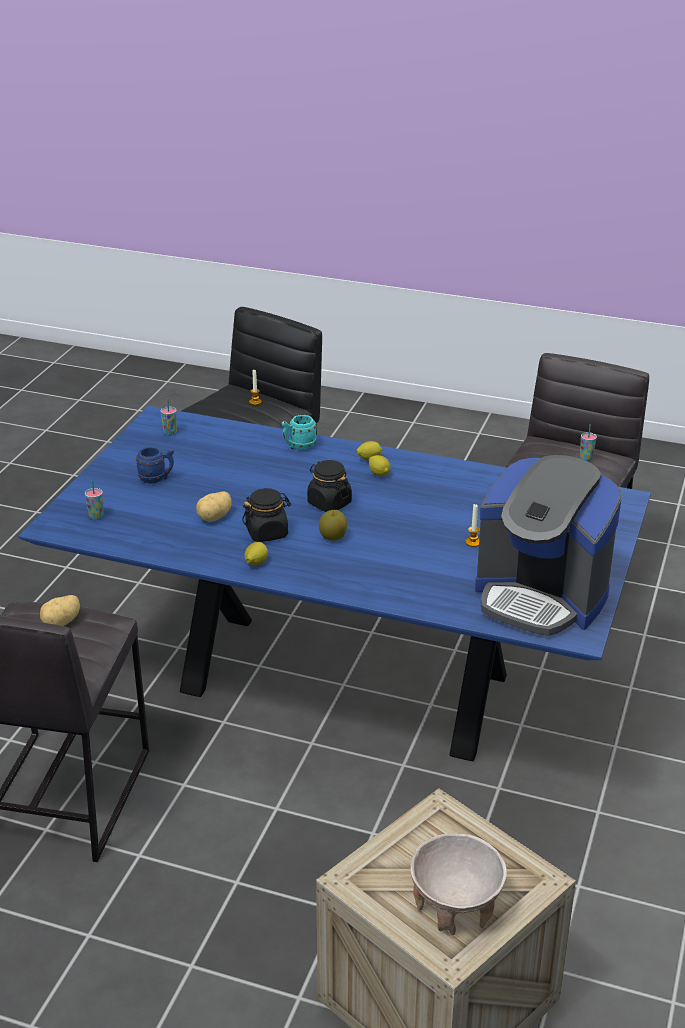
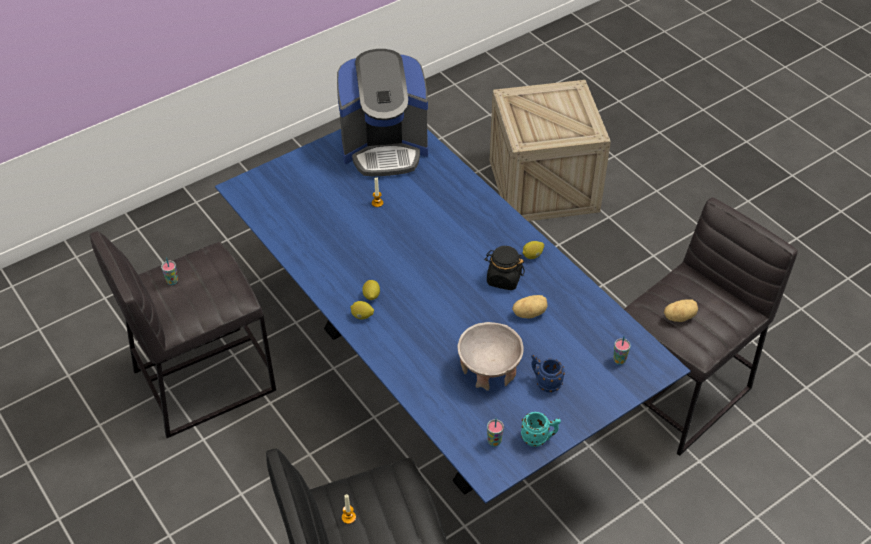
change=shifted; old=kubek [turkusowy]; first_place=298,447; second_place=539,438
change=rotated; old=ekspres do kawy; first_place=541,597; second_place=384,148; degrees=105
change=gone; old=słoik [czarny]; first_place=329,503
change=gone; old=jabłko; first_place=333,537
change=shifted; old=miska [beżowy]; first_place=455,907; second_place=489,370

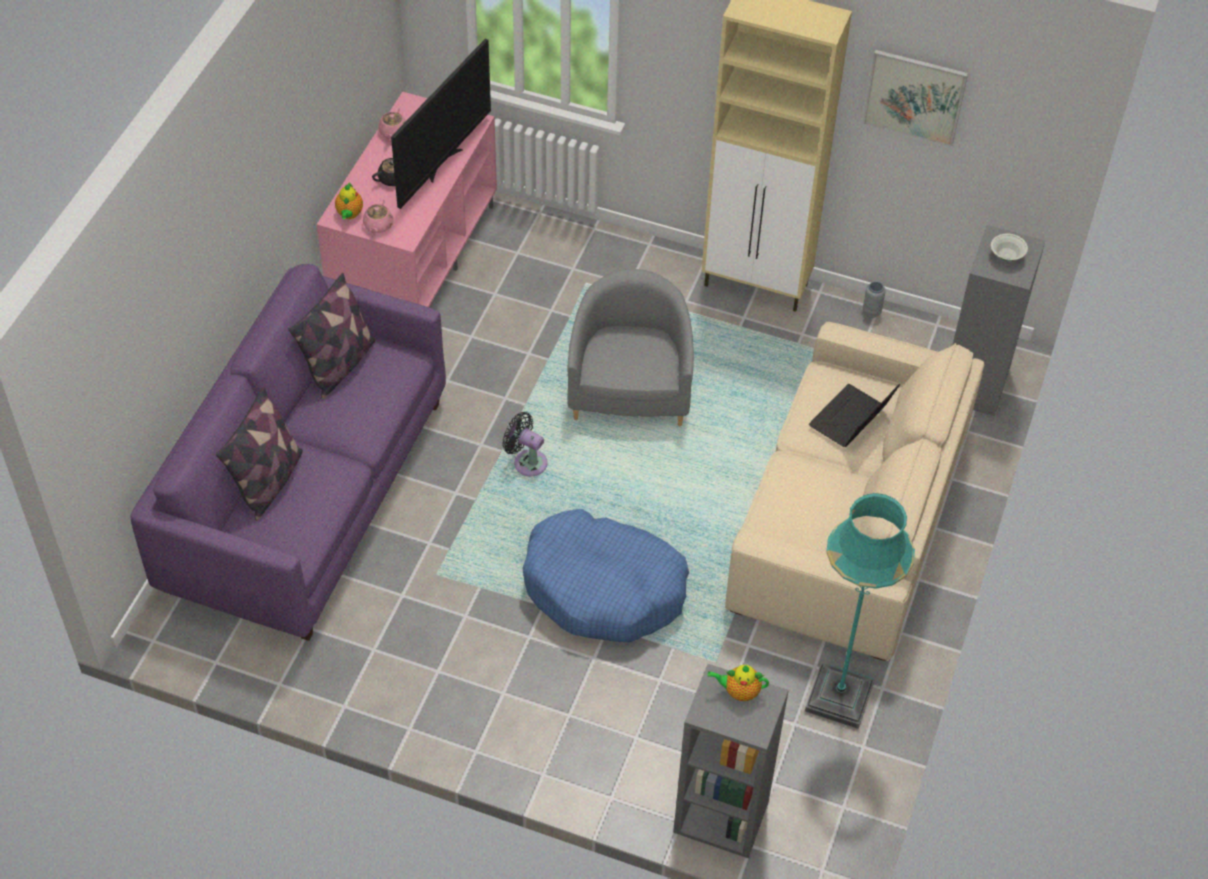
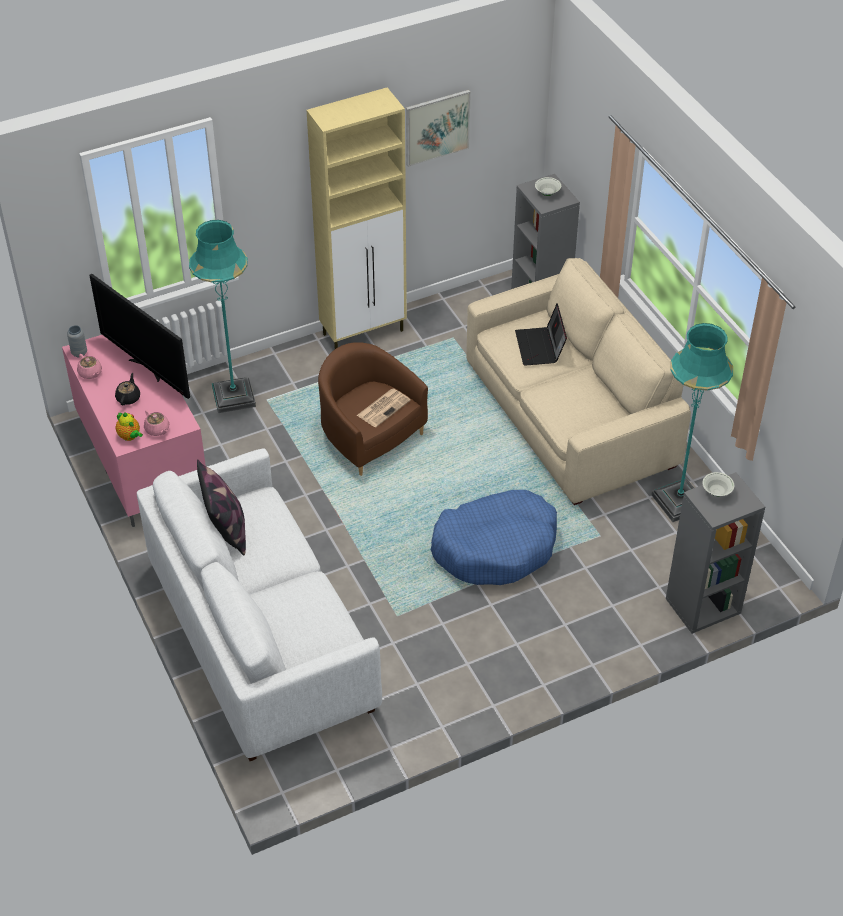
change=rotated; old=telewizor; first_place=442,163; second_place=147,369; degrees=150
change=repainted; old=kanapa [fioletowy]; new=kanapa [biały]; first_place=306,494; second_place=261,637
change=repainted; old=fotel [szary]; new=fotel [brązowy]; first_place=630,389; second_place=369,436
change=shifted; old=wazon [szary]; first_place=871,312; second_place=79,353
change=gone; old=poduszka; first_place=268,481
change=gone; old=wentylator [czarny]; first_place=527,461
change=swapped; old=imbryk; new=miska [biały]; first_place=739,691; second_place=716,492
change=new; new=lampa stojąca [turkusowy]; second_place=234,397
change=new; new=gazeta; second_place=384,407

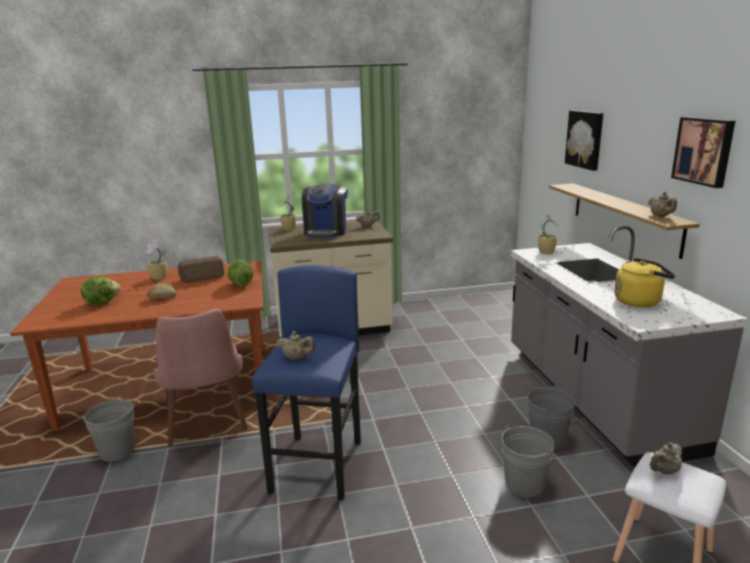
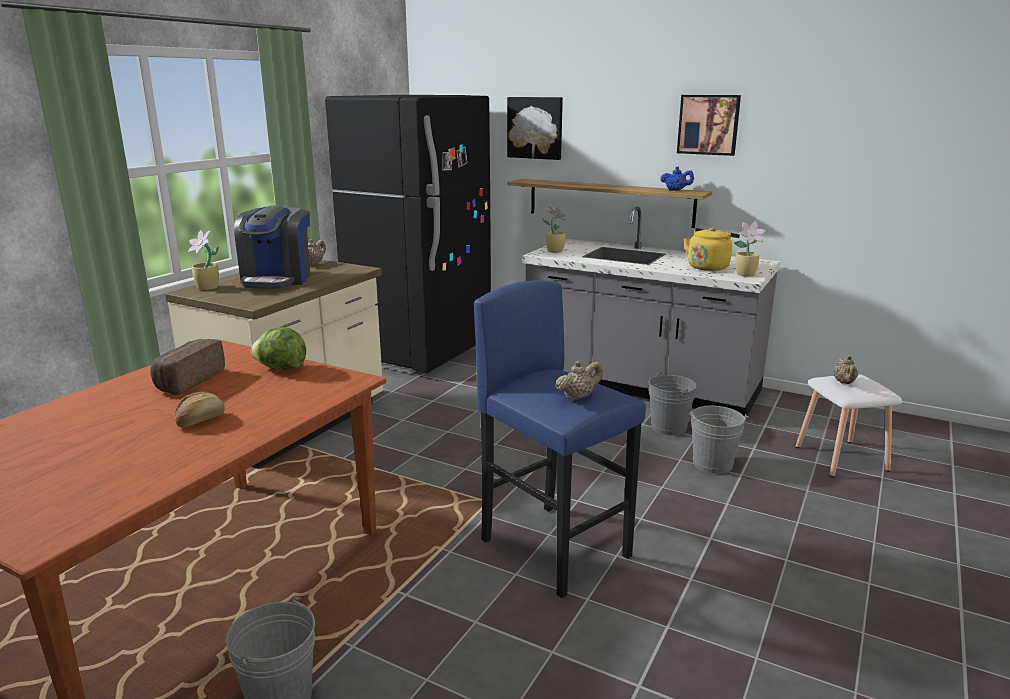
change=rotated; old=ekspres do kawy; first_place=326,232; second_place=277,279; degrees=45
change=repainted; old=imbryk [beżowy]; new=imbryk [niebieski]; first_place=661,216; second_place=676,190
change=shifted; old=roślina doniczkowa; first_place=159,278; second_place=746,274
change=gone; old=sałata; first_place=102,302
change=gone; old=krzesło [różowy]; first_place=208,425
change=new; new=lodówka [czarny]; second_place=421,351

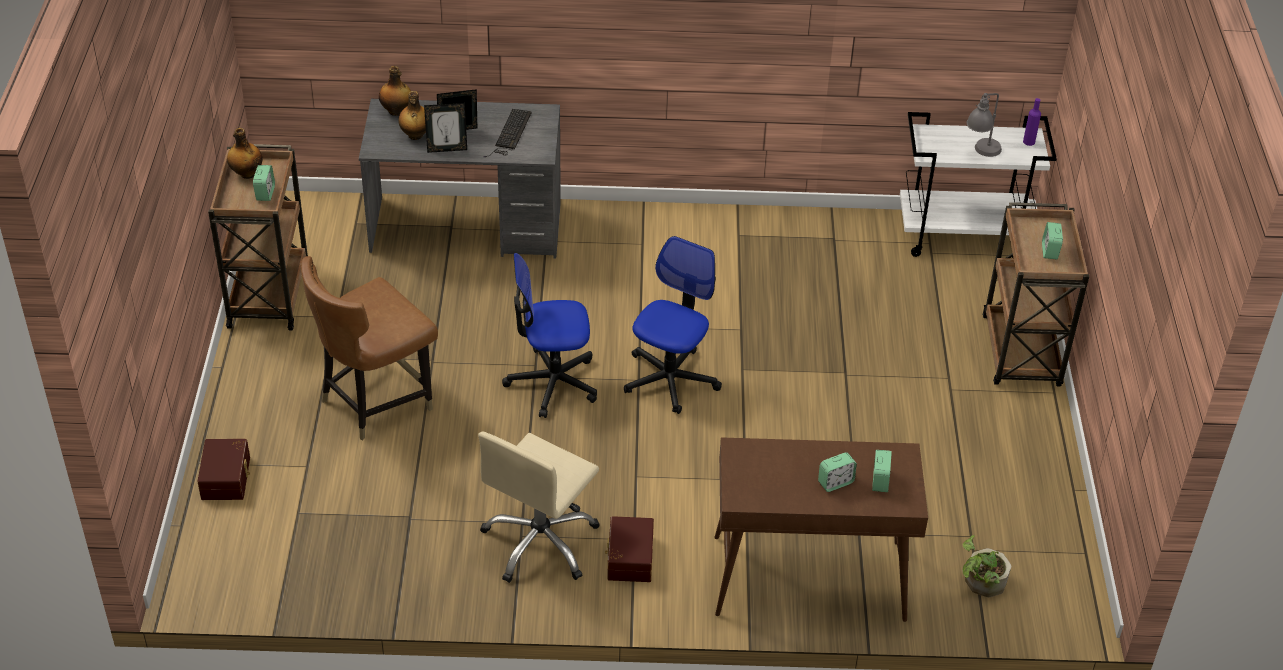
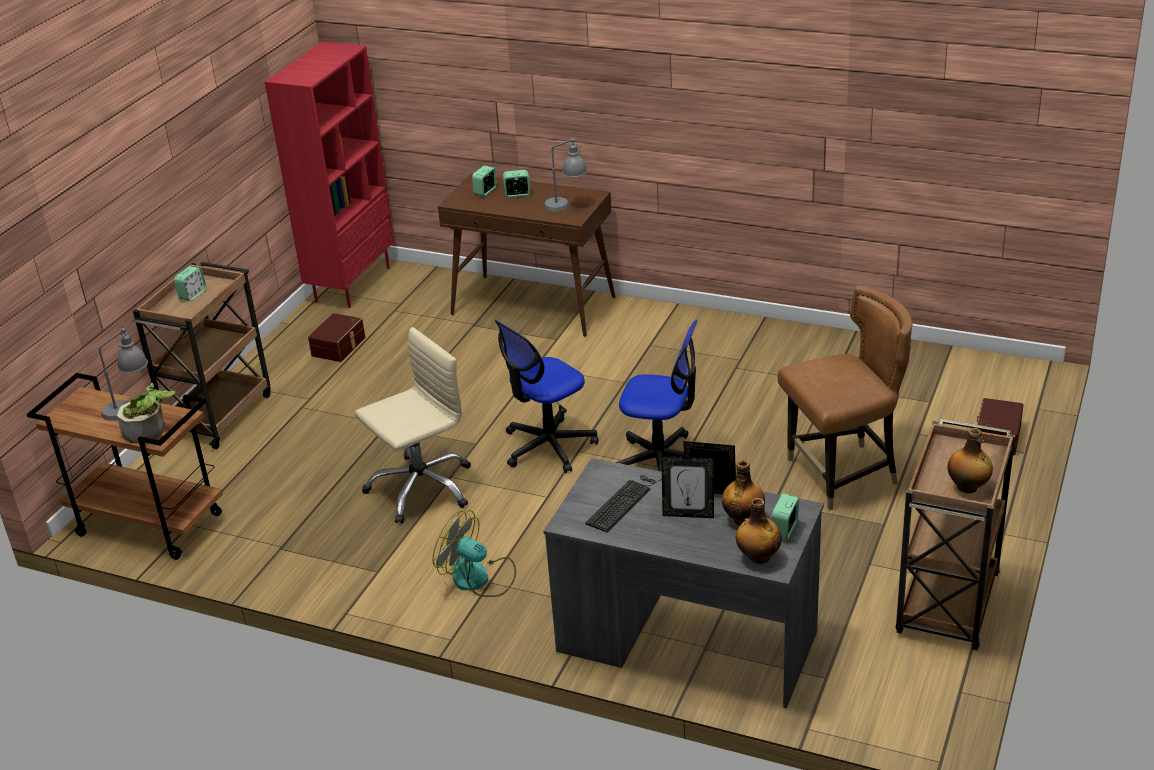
change=gone; old=butelka [fioletowy]; first_place=1029,142
change=repainted; old=wózek [biały]; new=wózek [brązowy]; first_place=963,236; second_place=148,525
change=shifted; old=budzik; first_place=265,193; second_place=784,530
change=shifted; old=krzesło biurowe [beżowy]; first_place=541,542; second_place=421,488
change=shifted; old=pojemnik do przechowywania [brązowy]; first_place=628,558; second_place=339,347
change=shifted; old=roślina doniczkowa; first_place=980,583; second_place=150,430
change=new; new=regał [czerwony]; second_place=352,284
change=new; new=lampa stołowa [szary]; second_place=567,207
change=new; new=wentylator; second_place=479,578

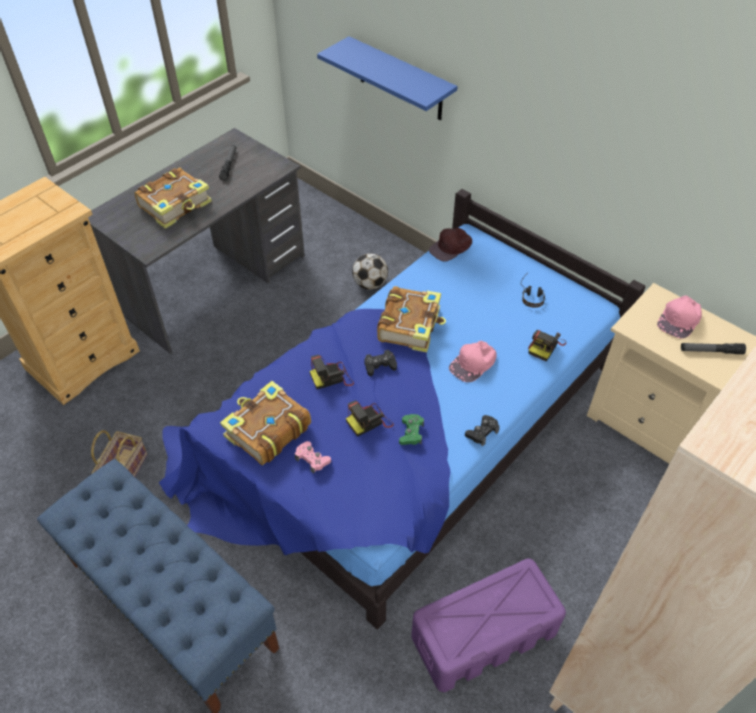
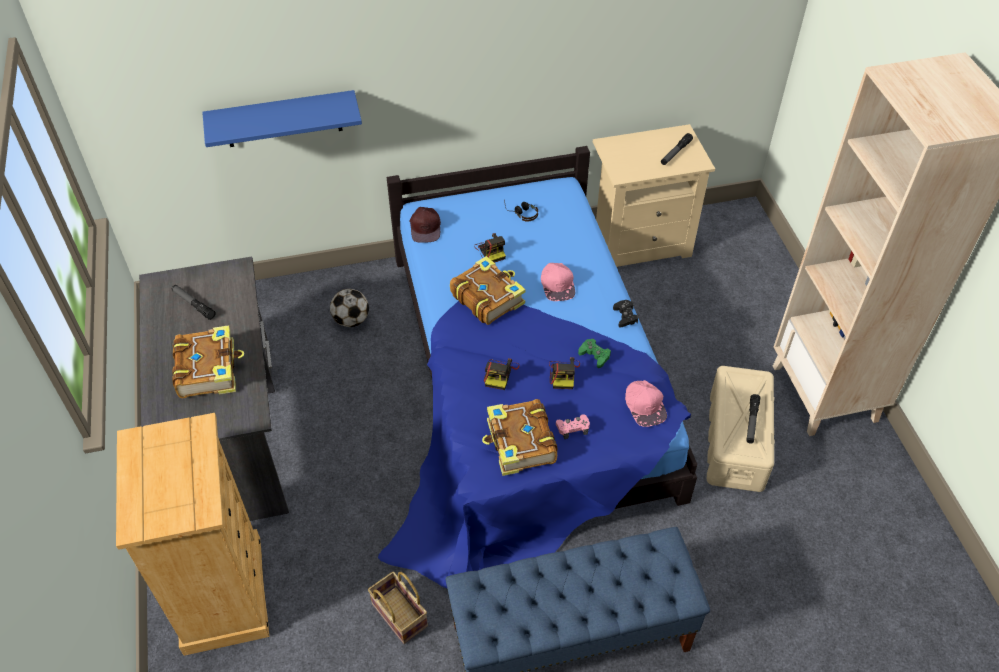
change=shifted; old=czapka z daszkiem [różowy]; first_place=680,319; second_place=645,405
change=shifted; old=aparat fotograficzny; first_place=545,346; second_place=491,250
change=gone; old=pad do gier [czarny]; first_place=380,365
change=repainted; old=pojemnik do przechowywania [fioletowy]; new=pojemnik do przechowywania [beżowy]; first_place=484,634; second_place=736,440
change=new; new=latarka; second_place=751,421

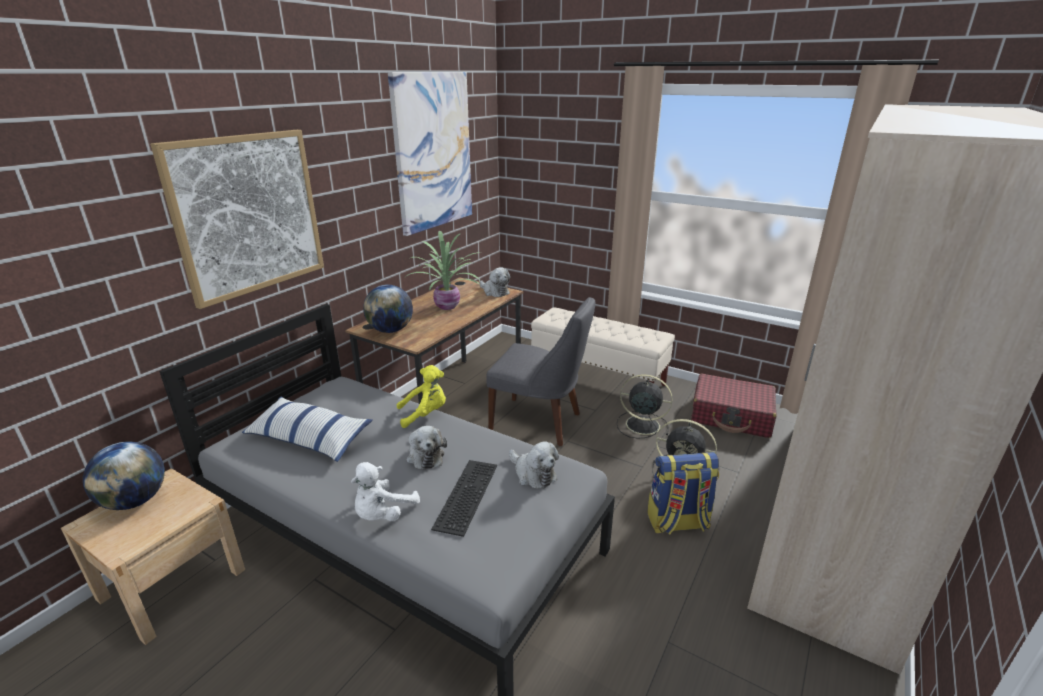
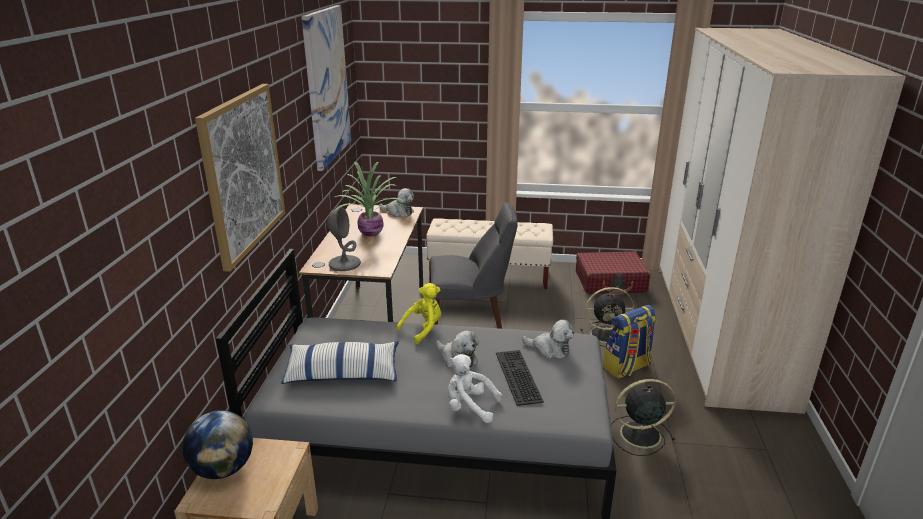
change=swapped; old=globus; new=lampa stołowa [szary]; first_place=391,330; second_place=344,264
change=shifted; old=wentylator [czarny]; first_place=641,425; second_place=638,434
change=rotated; old=pluszak [biały]; first_place=383,514; second_place=469,407; degrees=105

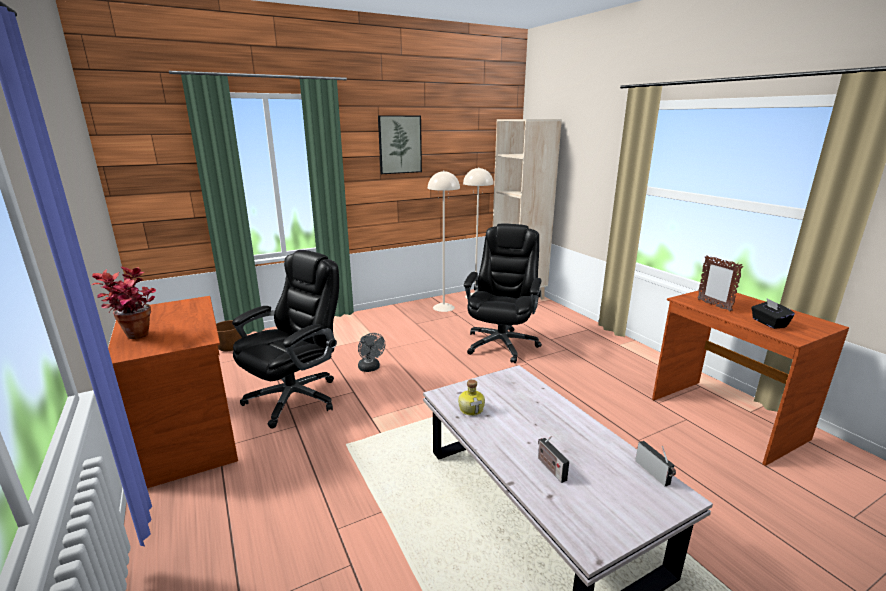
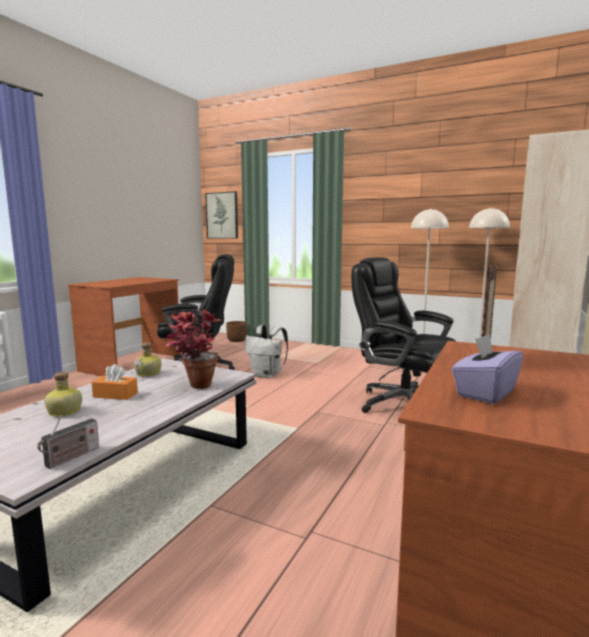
change=shifted; old=obraz; first_place=399,144; second_place=222,215
change=rotated; old=krzesło biurowe [czarny]; first_place=501,344; second_place=401,404; degrees=-120
change=shifted; old=roślina doniczkowa; first_place=136,339; second_place=194,388
change=repainted; old=pudełko chusteczek [czarny]; new=pudełko chusteczek [fioletowy]; first_place=768,323; second_place=485,392
change=swapped; old=wentylator [szary]; new=plecak [biały]; first_place=370,368; second_place=267,375
change=swapped; old=radio; new=butelka; first_place=550,468; second_place=64,412
change=new; new=pudełko chusteczek [pomarańczowy]; second_place=115,395

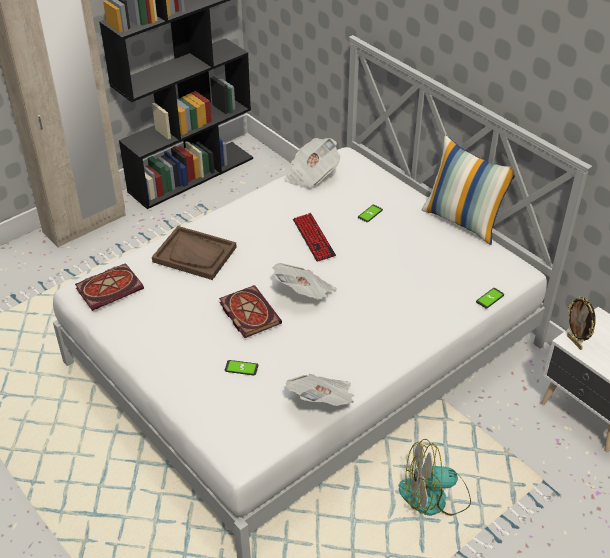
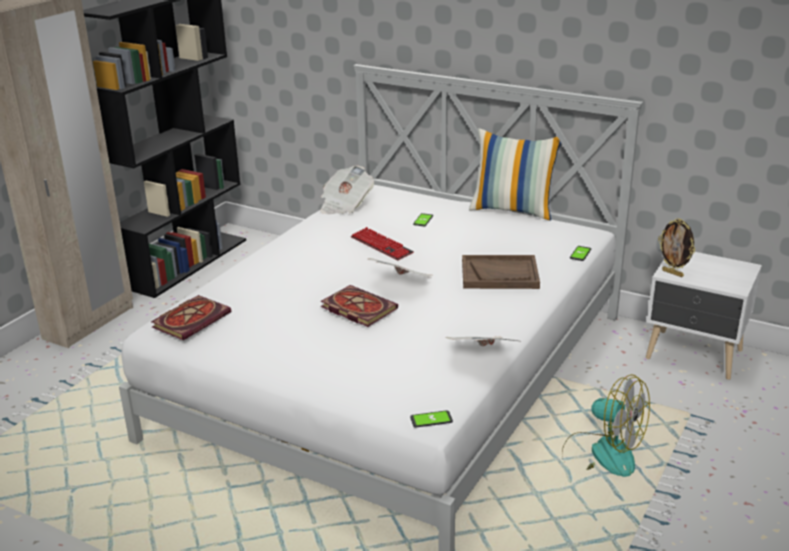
change=shifted; old=taca [brązowy]; first_place=195,254; second_place=500,274
change=shifted; old=telefon; first_place=241,368; second_place=431,420
change=rotated; old=wentylator; first_place=434,496; second_place=601,453; degrees=-120

